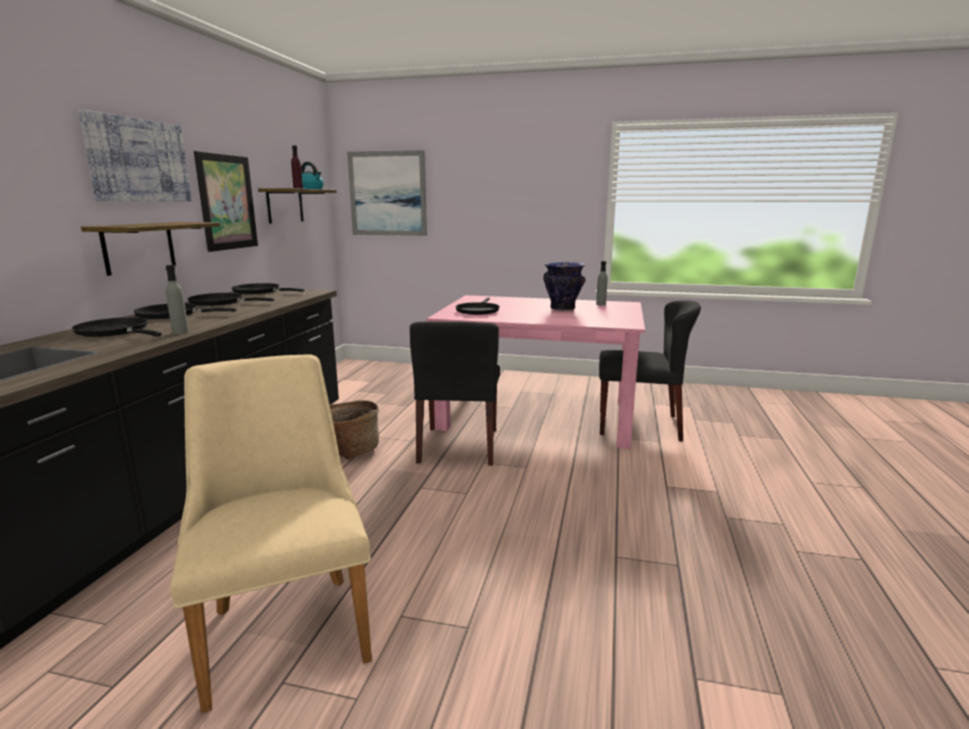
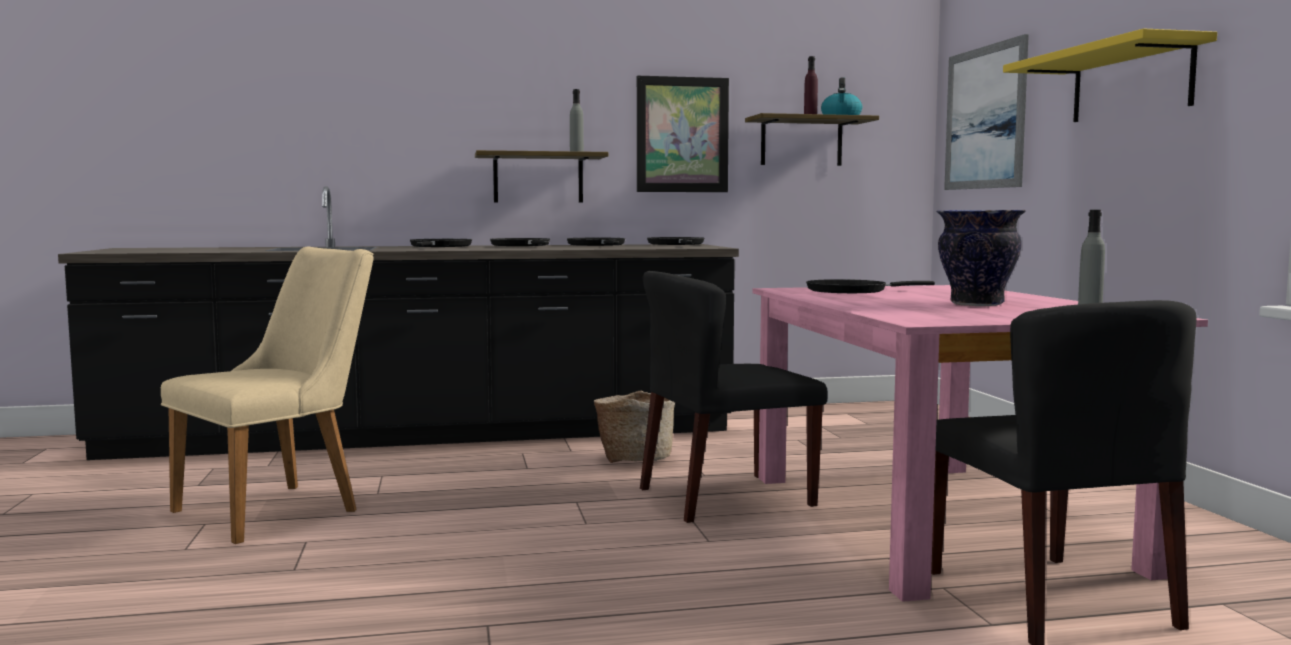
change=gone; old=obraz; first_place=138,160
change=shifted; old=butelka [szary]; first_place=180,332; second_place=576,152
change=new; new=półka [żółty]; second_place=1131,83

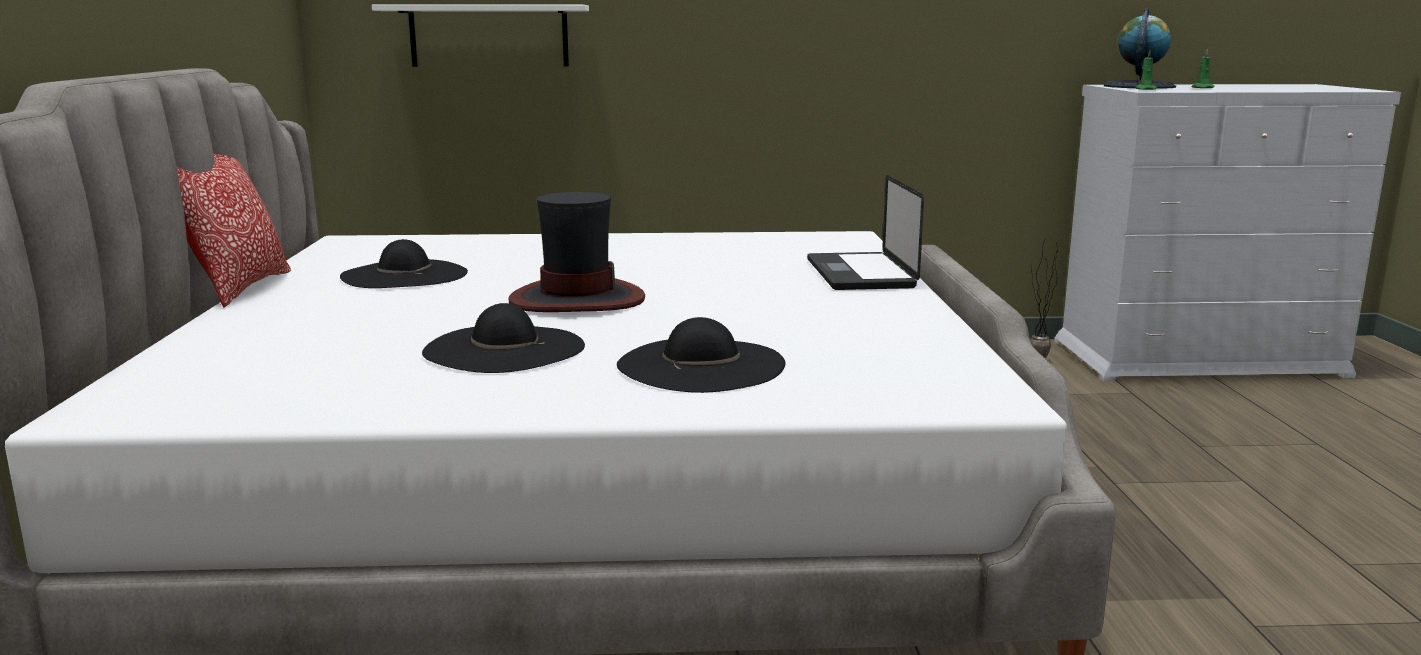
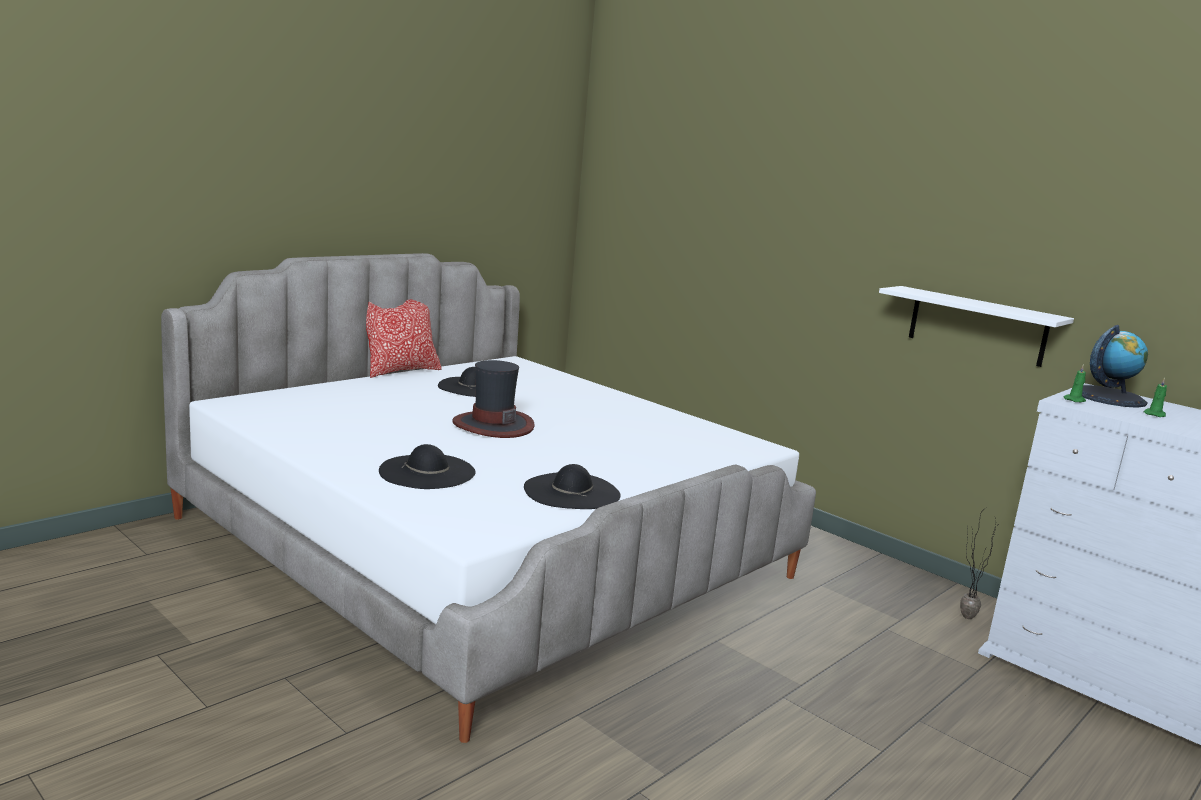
change=shifted; old=półka [biały]; first_place=489,36; second_place=977,326
change=gone; old=laptop; first_place=860,274
change=shifted; old=kapelusz [czarny]; first_place=504,349; second_place=571,491

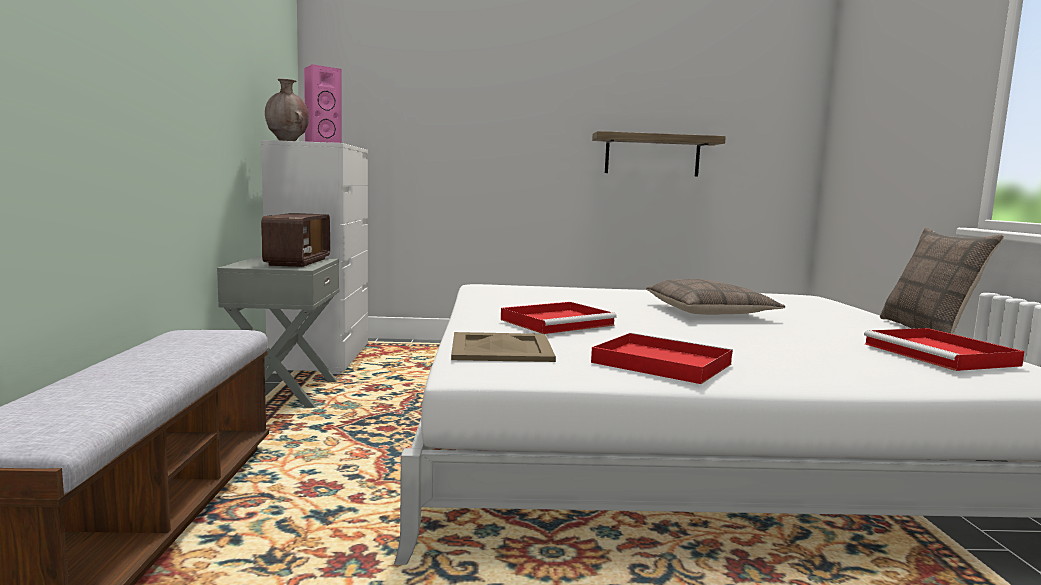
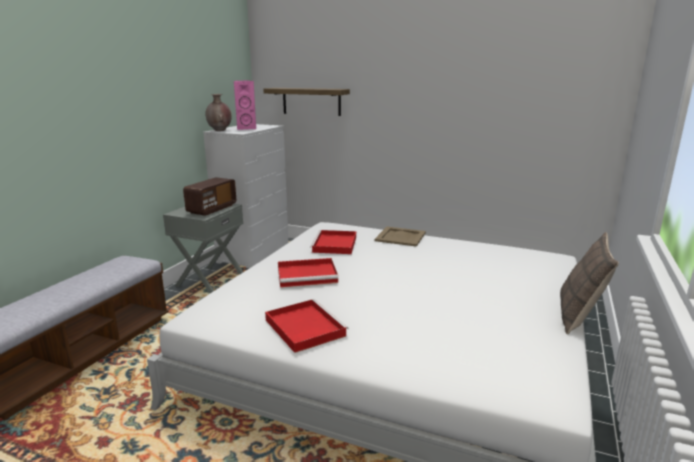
change=shifted; old=półka; first_place=652,155; second_place=311,101
change=gone; old=poduszka; first_place=710,312
change=shifted; old=taca [czerwony]; first_place=942,355; second_place=335,245
change=shifted; old=taca [beżowy]; first_place=502,348; second_place=401,237

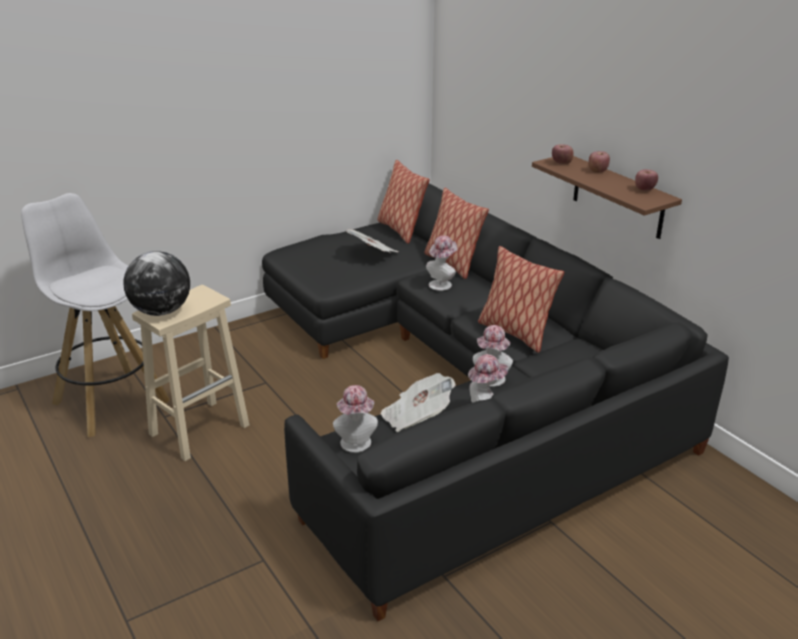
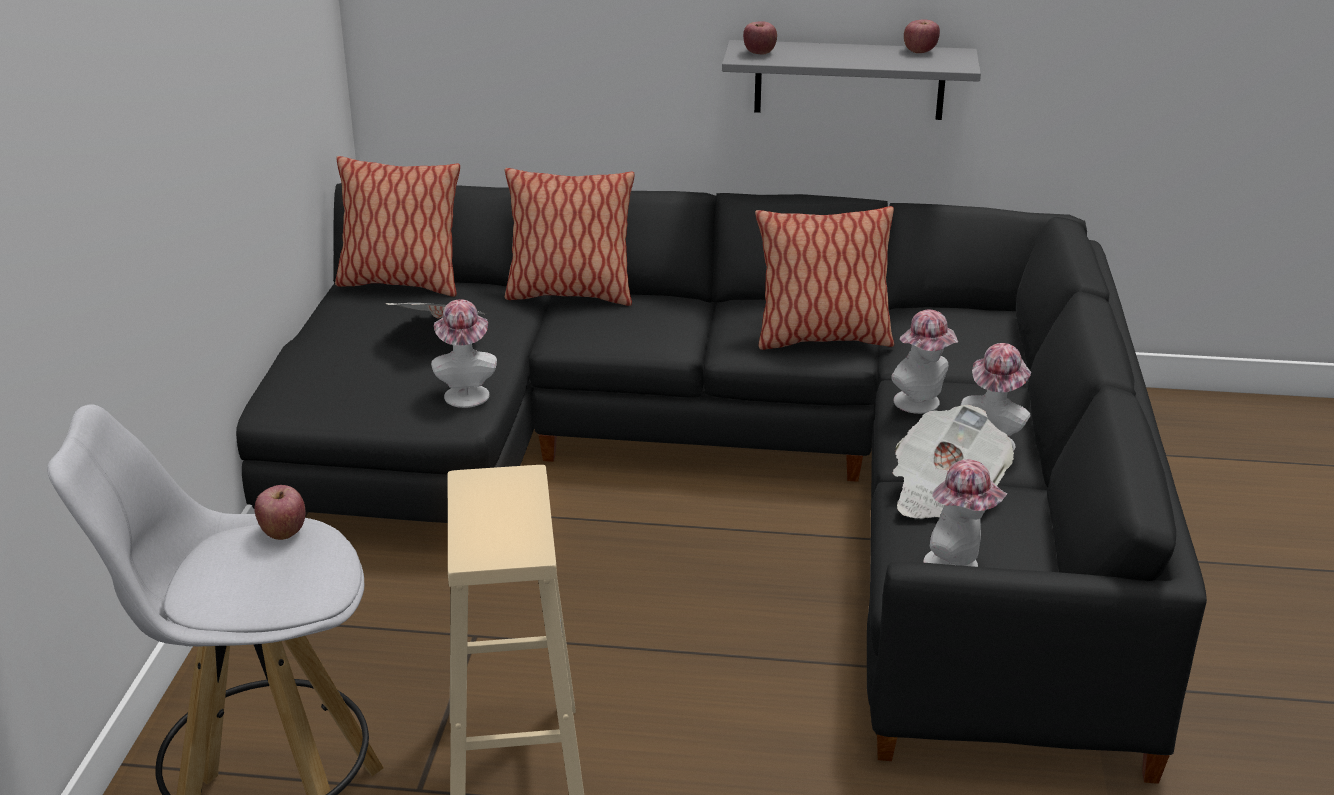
change=shifted; old=jabłko; first_place=597,171; second_place=283,531
change=repainted; old=półka [brązowy]; new=półka [szary]; first_place=618,196; second_place=849,80
change=shifted; old=kapelusz; first_place=442,284; second_place=466,393
change=gone; old=globus; first_place=162,311

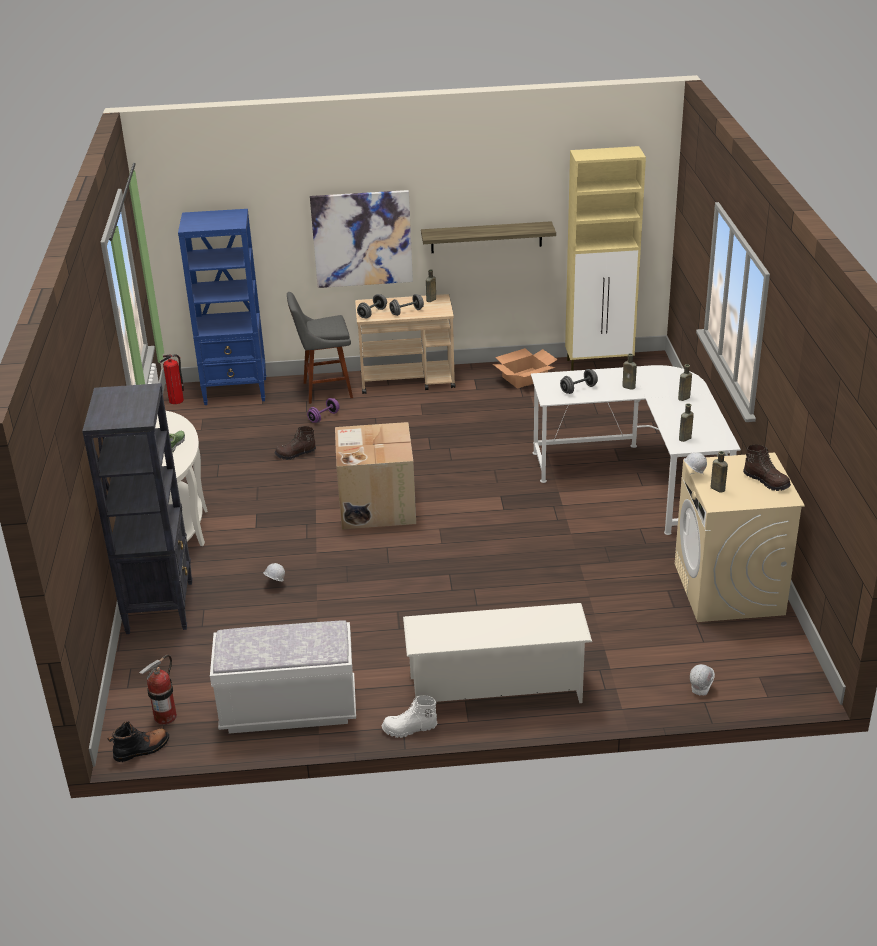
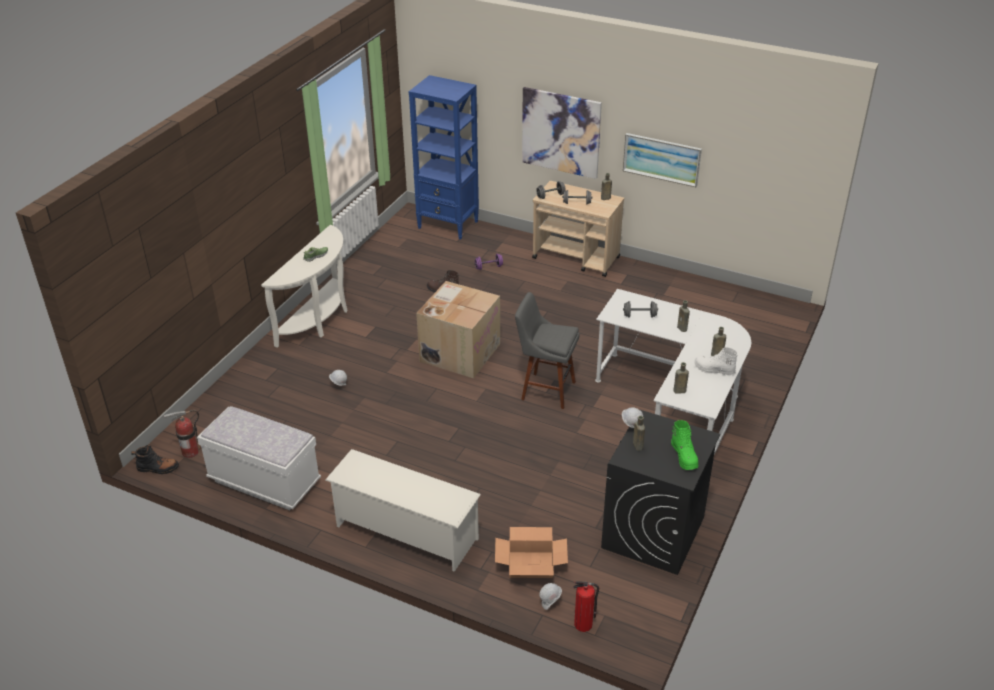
change=gone; old=szafka [beżowy]; first_place=600,363
change=swapped; old=półka; new=obraz; first_place=486,237; second_place=661,159
change=shifted; old=stołek [szary]; first_place=324,390; second_place=545,390
change=shifted; old=karton; first_place=524,378; second_place=530,564
change=shifted; old=gaśnica; first_place=176,400; second_place=583,624
change=gone; old=regał [czarny]; first_place=160,607
change=repainted; old=but z cholewką [brązowy]; new=but z cholewką [zielony]; first_place=766,481; second_place=684,456
change=repainted; old=pralka [beżowy]; new=pralka [czarny]; first_place=729,589; second_place=653,533
change=shifted; old=but z cholewką [biały]; first_place=410,729; second_place=714,370

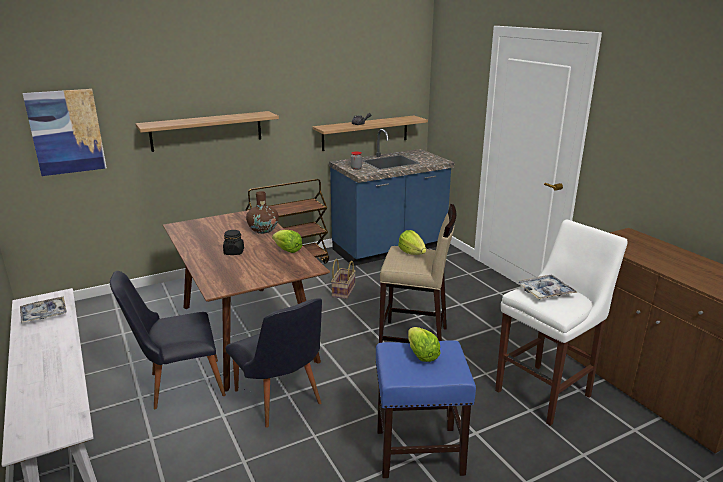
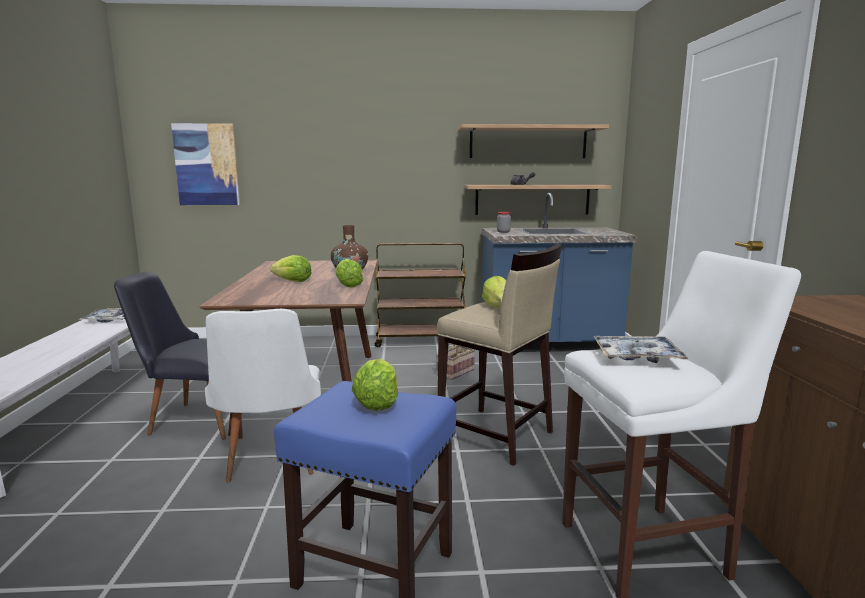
change=shifted; old=półka; first_place=207,131; second_place=528,142
change=swapped; old=słoik [czarny]; new=sałata; first_place=234,252; second_place=292,281
change=repainted; old=krzesło [czarny]; new=krzesło [biały]; first_place=281,402; second_place=271,460

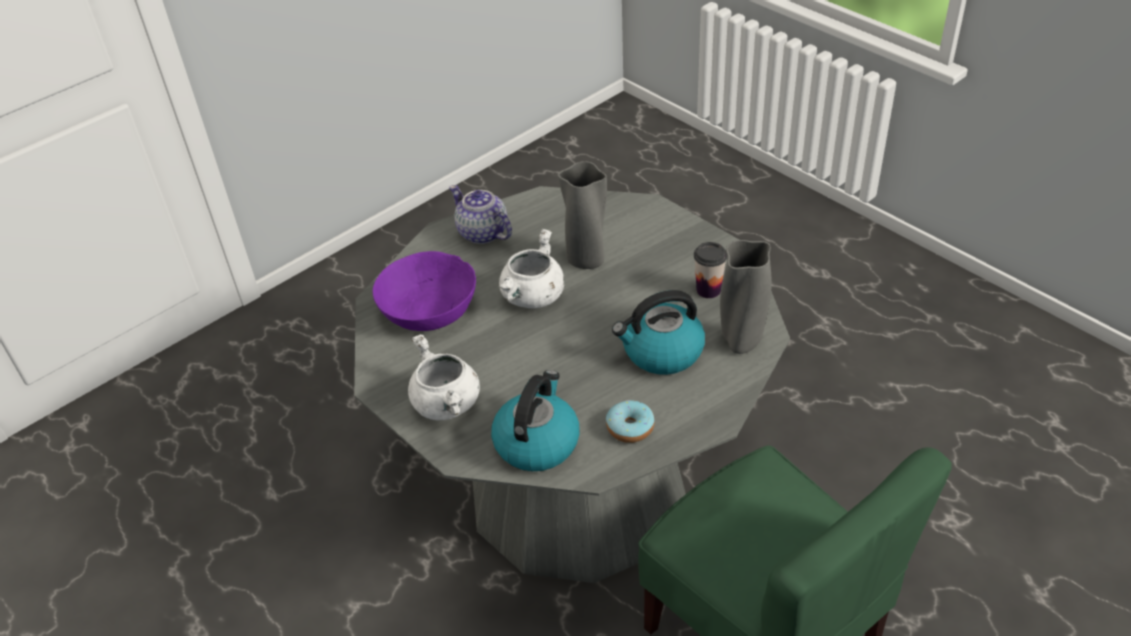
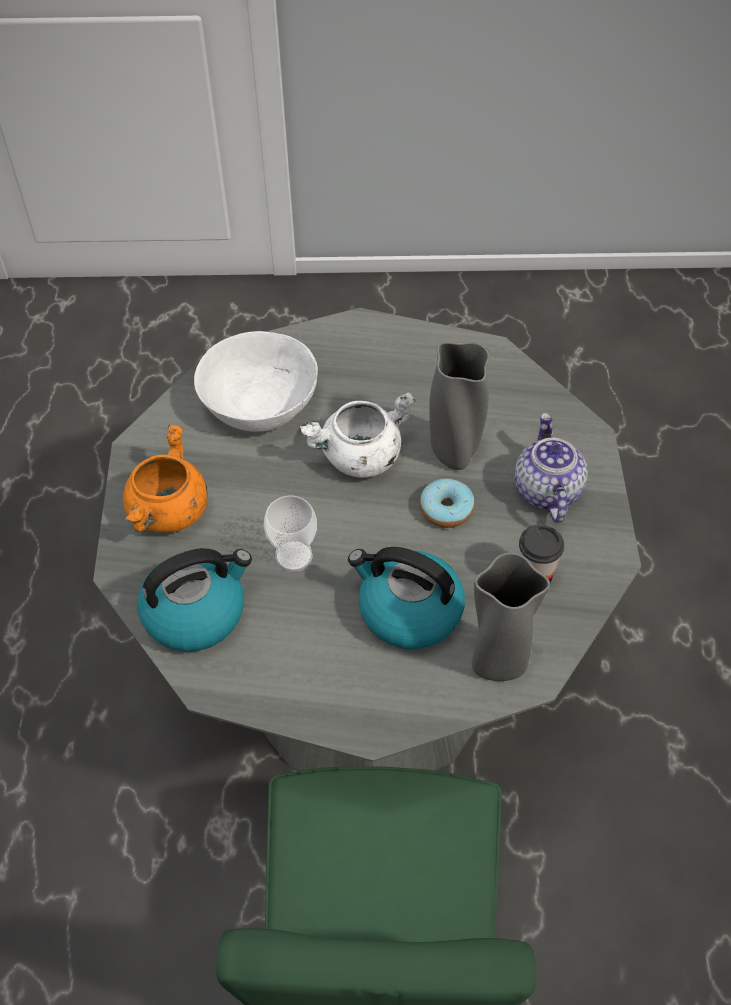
change=shifted; old=imbryk; first_place=482,233; second_place=546,490
change=repainted; old=miska [fioletowy]; new=miska [biały]; first_place=428,309; second_place=259,401
change=repainted; old=garnek [biały]; new=garnek [pomarańczowy]; first_place=447,404; second_place=169,512
change=shifted; old=donut; first_place=630,428; second_place=446,509
change=new; new=filiżanka; second_place=293,556

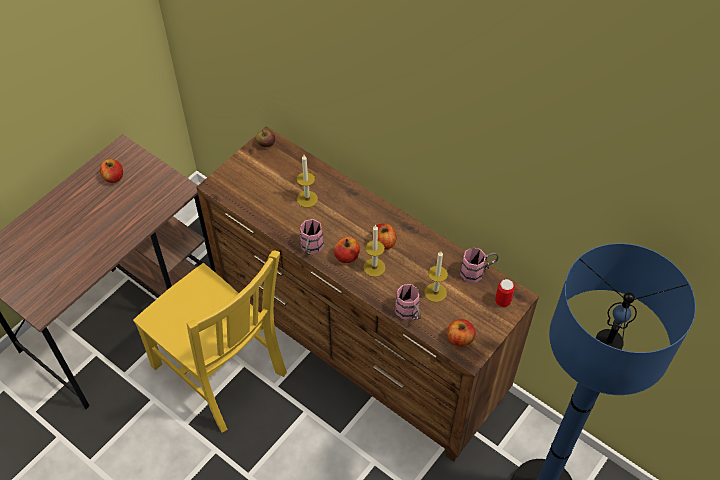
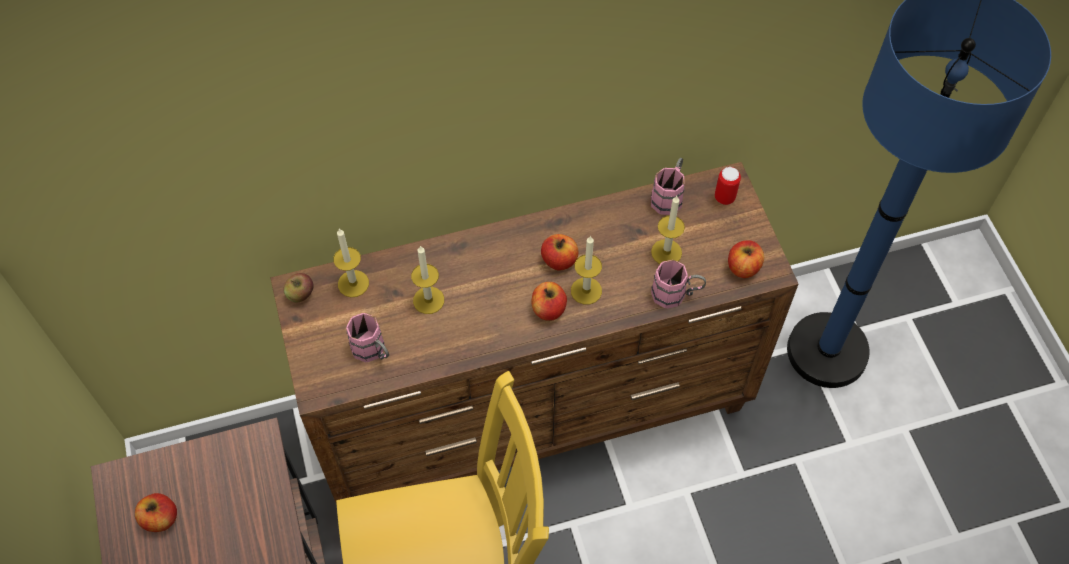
change=shifted; old=kubek [różowy]; first_place=311,249; second_place=373,352
change=new; new=świeca; second_place=353,283

